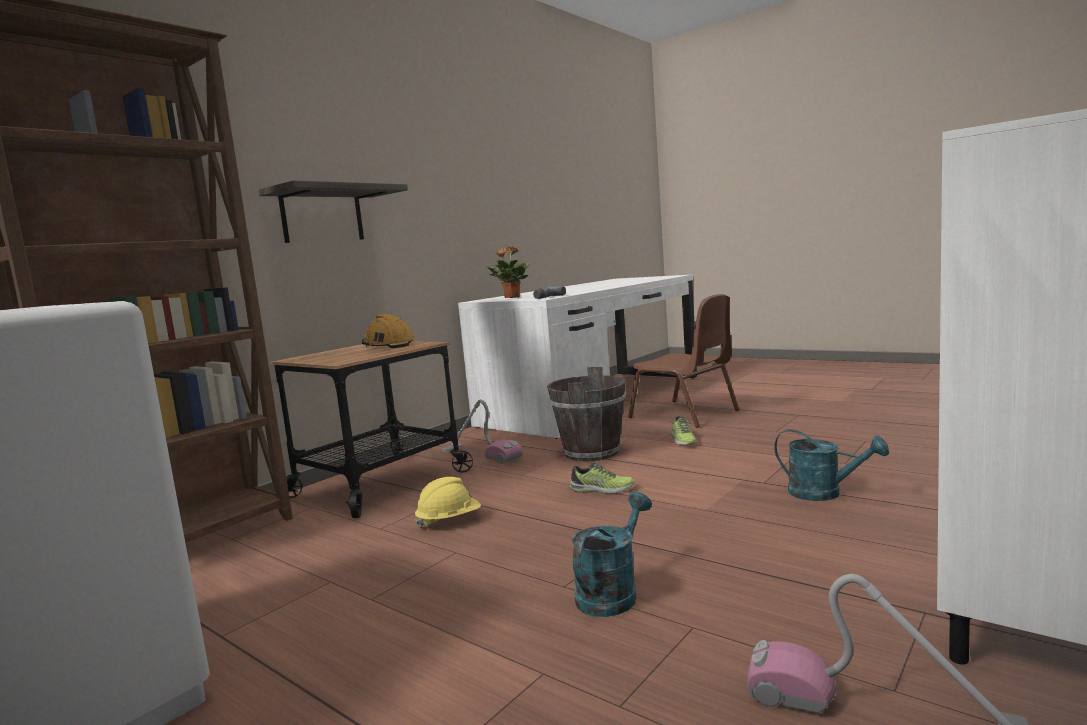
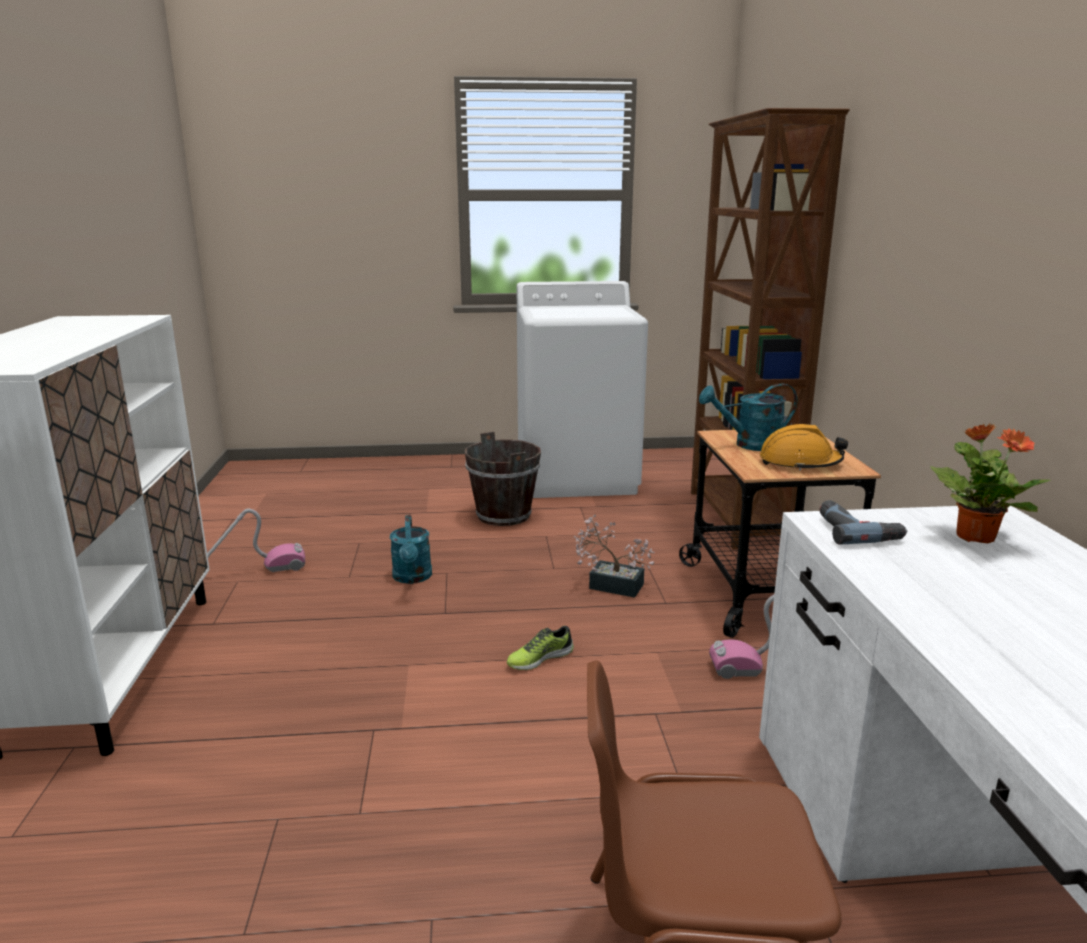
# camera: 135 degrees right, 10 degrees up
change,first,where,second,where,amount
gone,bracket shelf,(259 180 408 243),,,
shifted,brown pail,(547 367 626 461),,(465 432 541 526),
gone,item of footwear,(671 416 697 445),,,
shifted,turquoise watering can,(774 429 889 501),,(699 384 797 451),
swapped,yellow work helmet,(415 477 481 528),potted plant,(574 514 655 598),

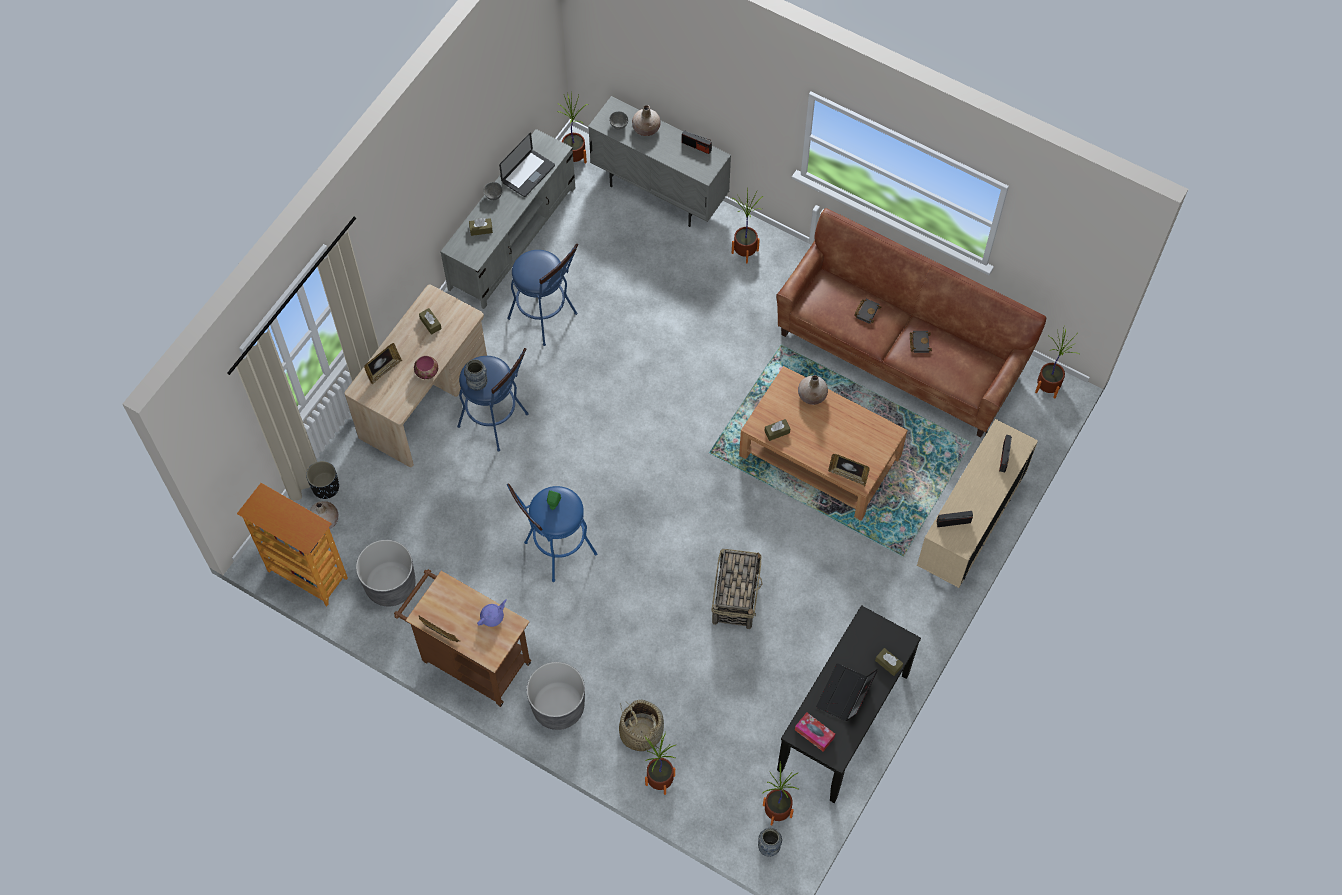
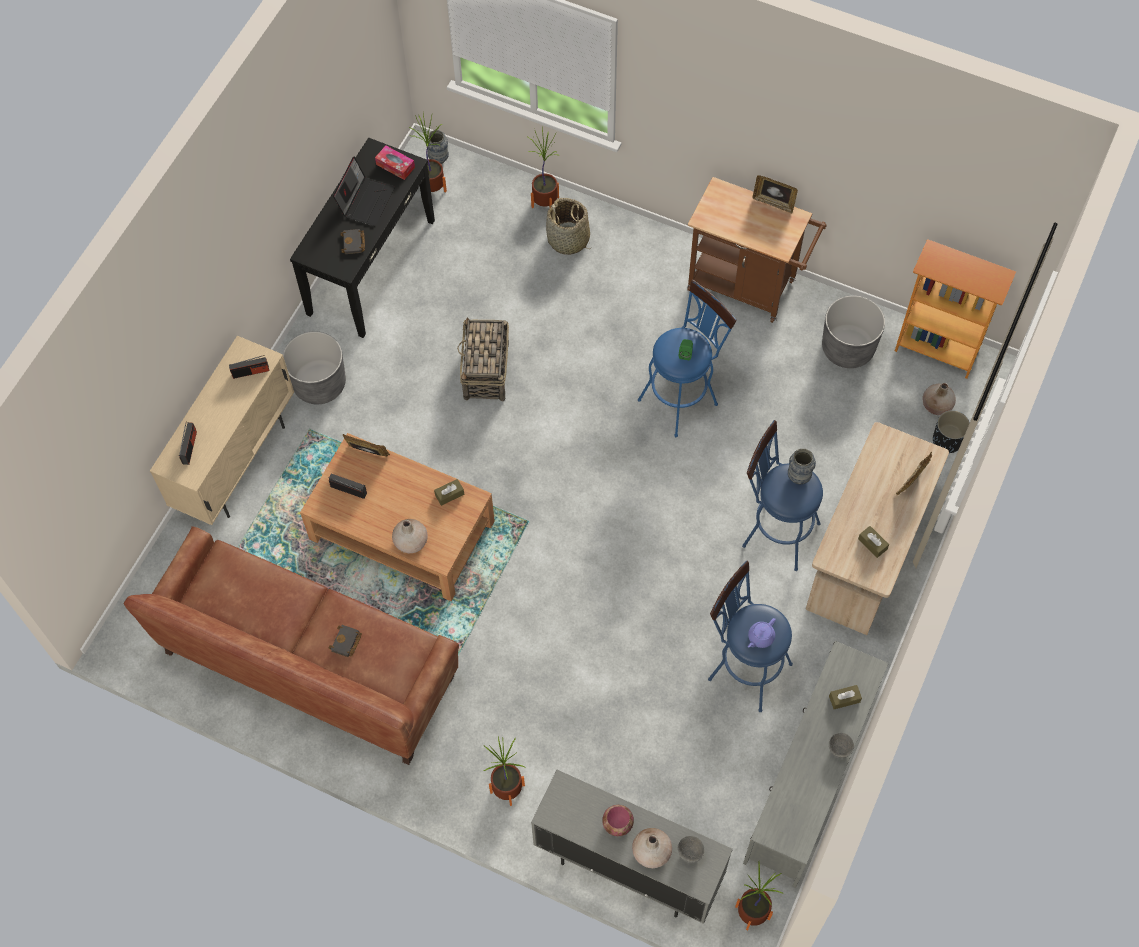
# camera: 175 degrees right, 0 degrees up
change,first,where,second,where,amount
shifted,radio receiver,(682 131 712 154),,(329 473 367 499),
gone,laptop,(499 133 555 197),,,
gone,potted plant,(1035 328 1079 399),,,
shifted,black book,(910 331 932 353),,(340 229 365 254),
shifted,bowl,(414 356 438 379),,(602 805 634 836),
shifted,purplish tea pot,(477 599 507 627),,(748 618 776 648),
gone,brown tissue box,(875 648 903 676),,,
shifted,grey planter,(527 662 585 730),,(283 331 346 404),

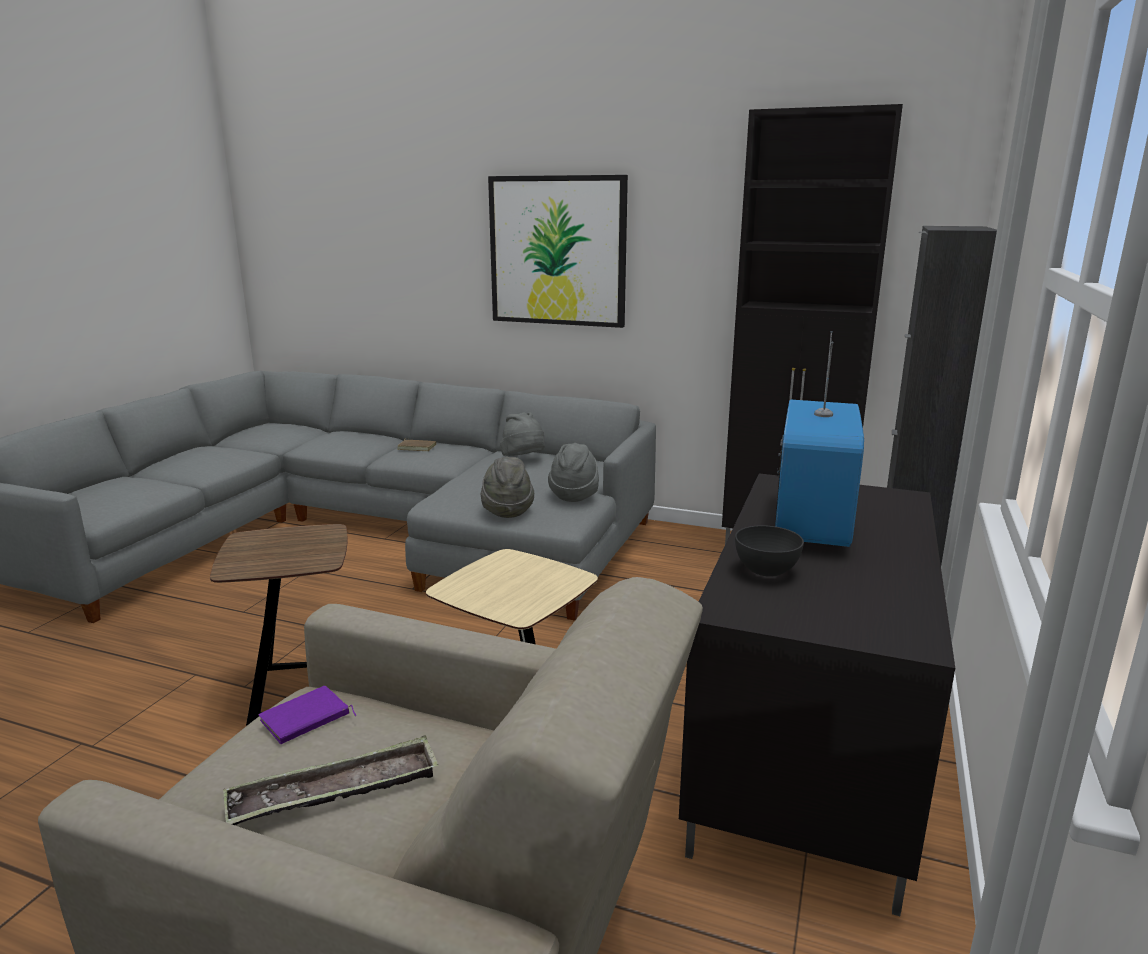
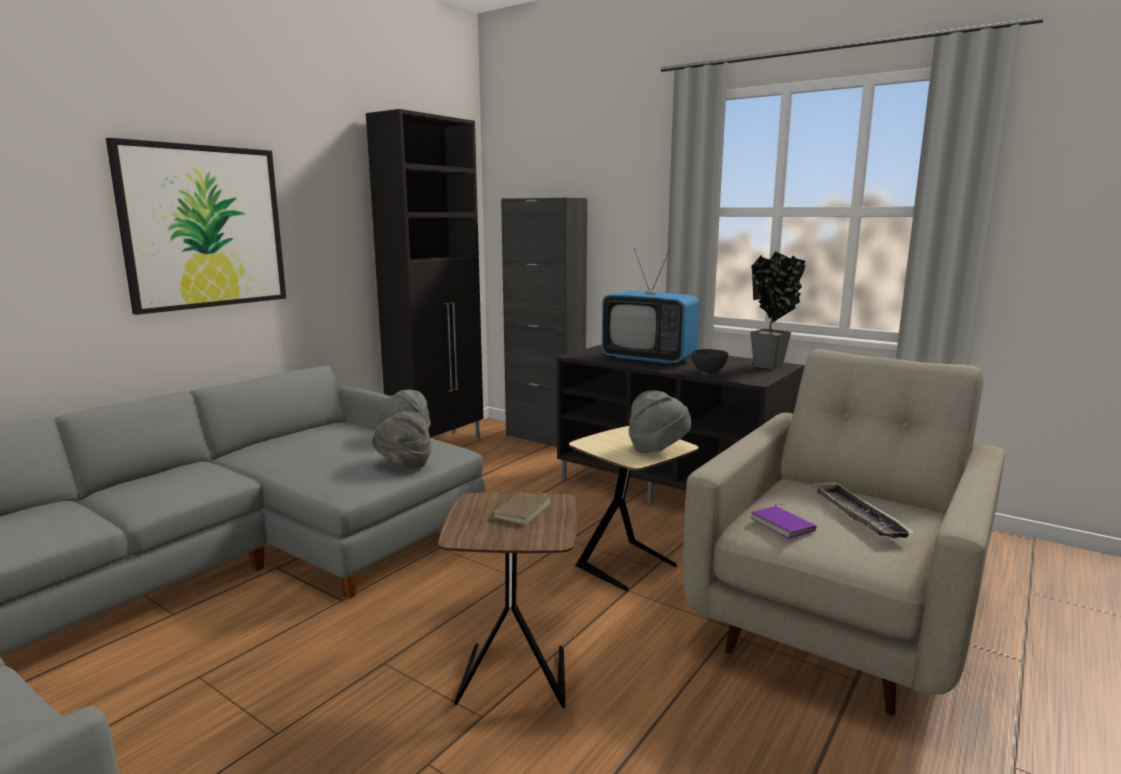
# camera: 75 degrees left, 5 degrees down
change,first,where,second,where,amount
shifted,grey hat,(500 412 545 456),,(629 390 691 453),
shifted,brown book,(397 438 436 451),,(482 492 551 525),
new,,,potted plant,(750 251 806 370),

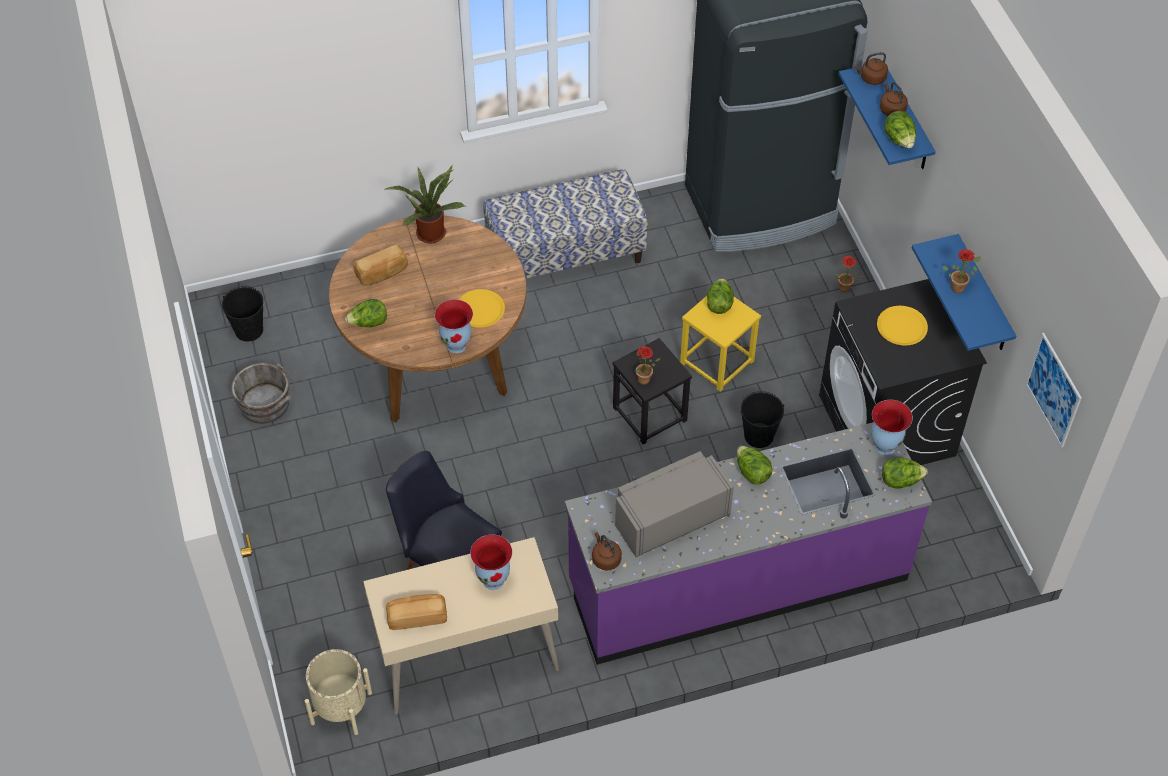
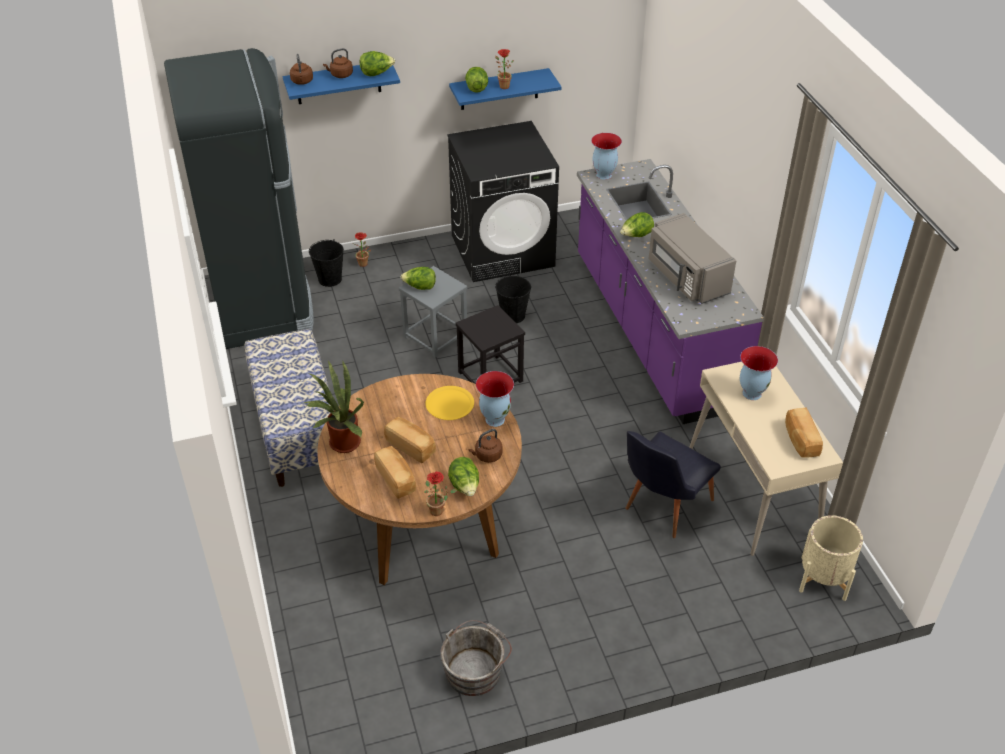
# camera: 90 degrees left, 10 degrees down
change,first,where,second,where,amount
shifted,black pail,(222 286 263 341),,(309 239 344 287),
repainted,yellow stool seat,(680 296 761 392),grey stool seat,(399 266 467 358),
gone,yellow flat dish,(877 306 928 345),,,
gone,picture,(1025 333 1082 448),,,
shifted,potted plant,(635 346 660 385),,(424 472 457 516),
shifted,lettuce head,(882 458 928 488),,(465 67 488 93),
shifted,brown water kettle,(592 532 622 571),,(469 429 503 463),
new,,,baked bread,(384 417 436 463),

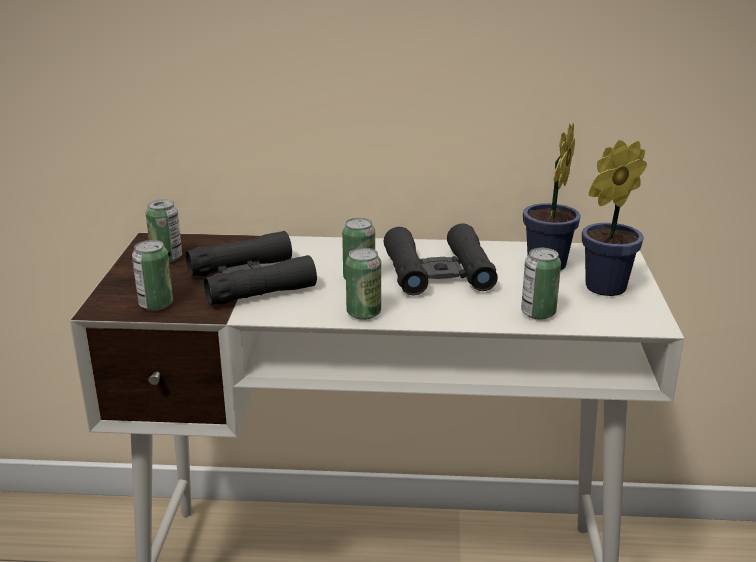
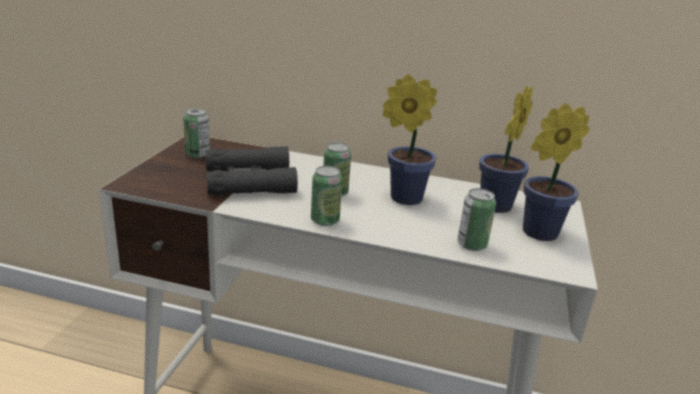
# camera: 10 degrees right, 0 degrees up
change,first,where,second,where,amount
swapped,black binoculars,(384 223 498 295),potted plant,(383 74 437 205),
gone,can,(132 240 173 311),,,

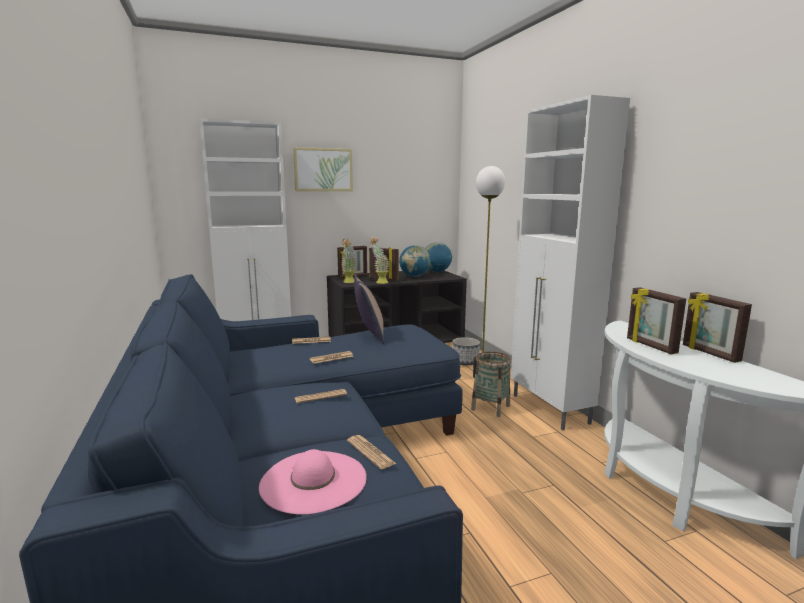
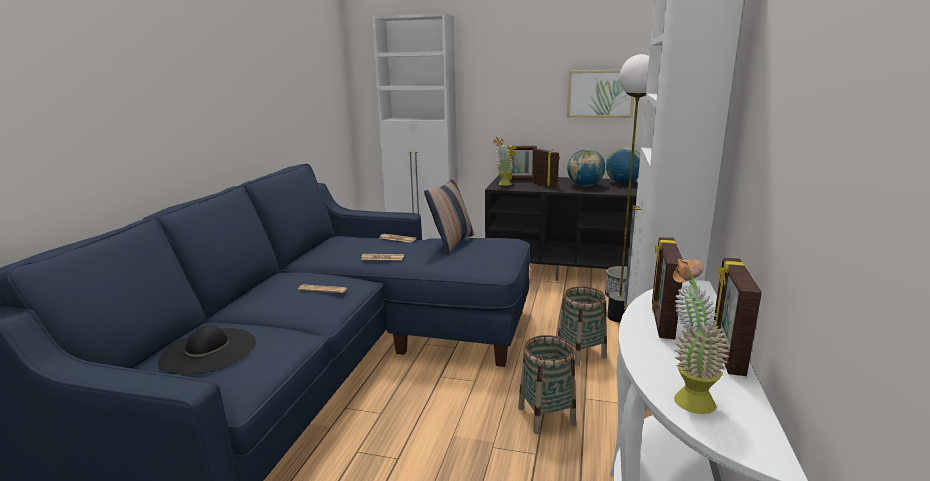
# camera: 35 degrees right, 5 degrees up
change,first,where,second,where,amount
shifted,picture,(293 147 353 191),,(567 70 634 118),
shifted,potted plant,(370 237 389 284),,(673 259 730 414),
gone,daily paper,(347 435 396 469),,,
repainted,pink hat,(259 449 367 515),black hat,(158 325 256 374),
new,,,basket,(518 335 576 434),

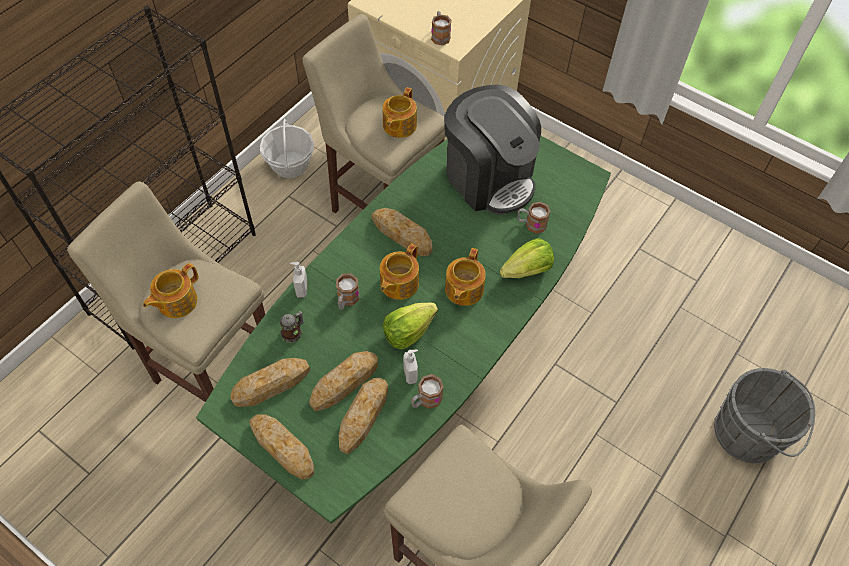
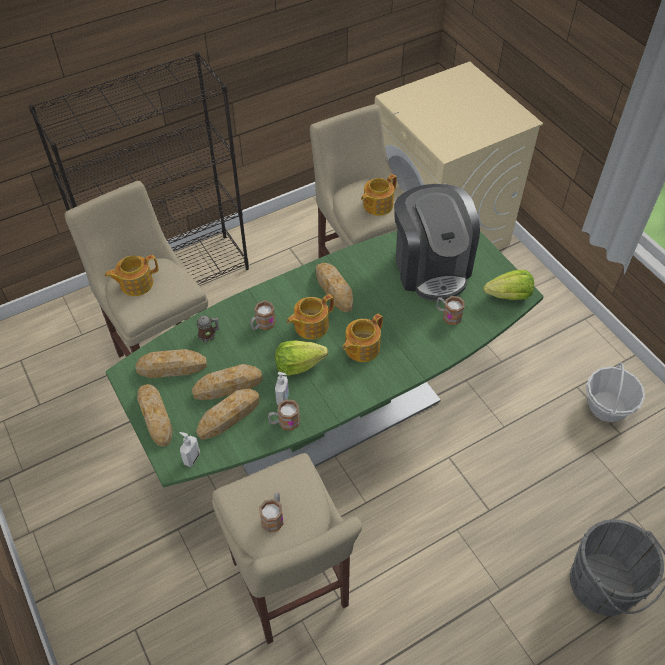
# camera: 25 degrees right, 5 degrees down
change,first,where,second,where,amount
shifted,tea mug,(431 11 452 46),,(259 492 284 532),
shifted,basket,(260 119 314 178),,(586 363 645 422),
shifted,lettuce head,(500 238 554 278),,(483 270 534 300),
shifted,soap bottle,(290 262 308 298),,(179 432 200 467),

